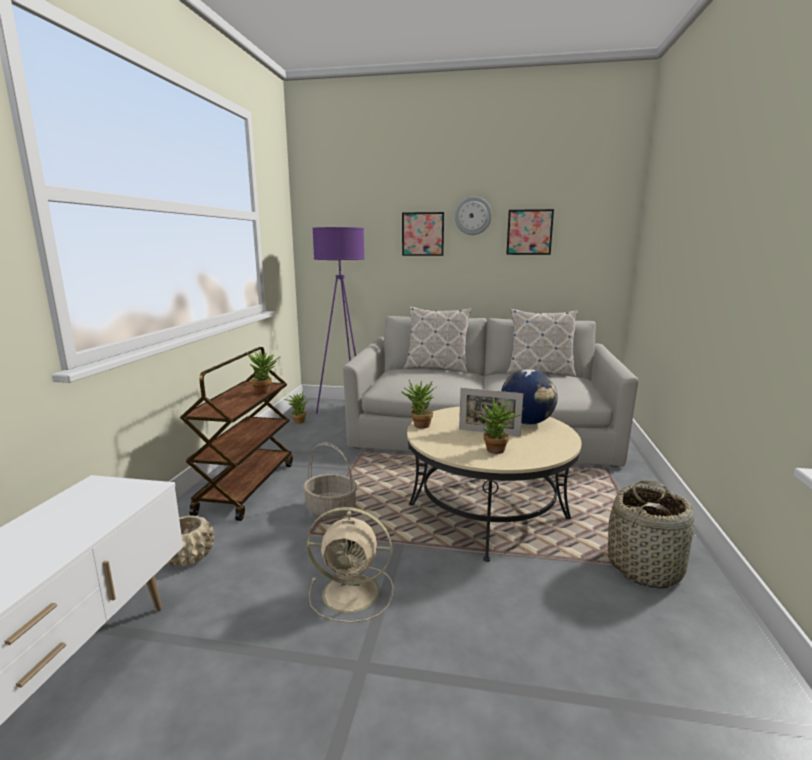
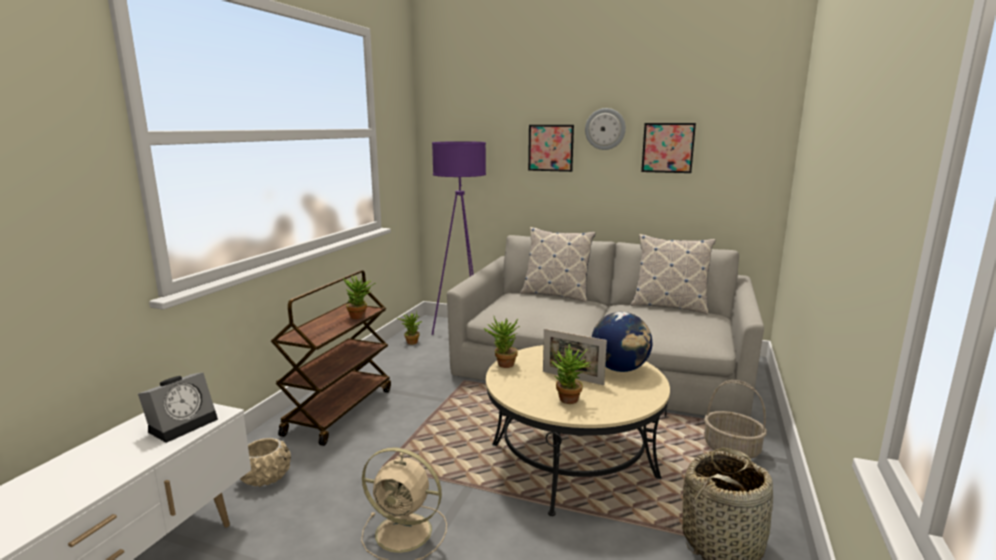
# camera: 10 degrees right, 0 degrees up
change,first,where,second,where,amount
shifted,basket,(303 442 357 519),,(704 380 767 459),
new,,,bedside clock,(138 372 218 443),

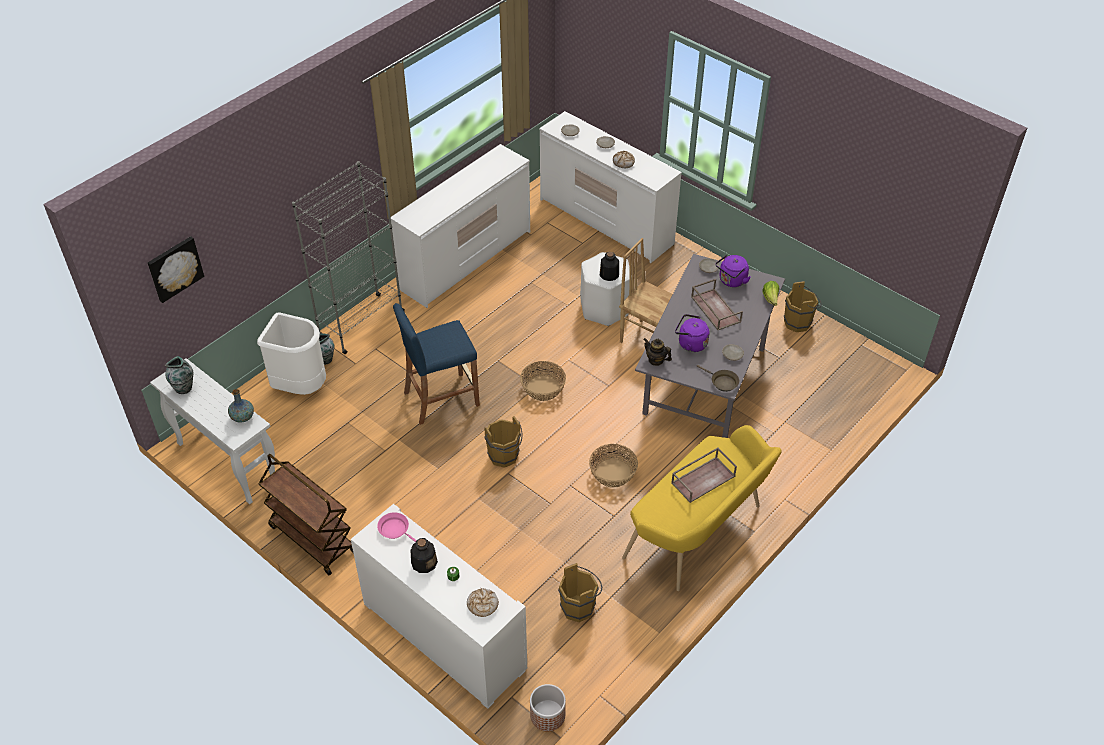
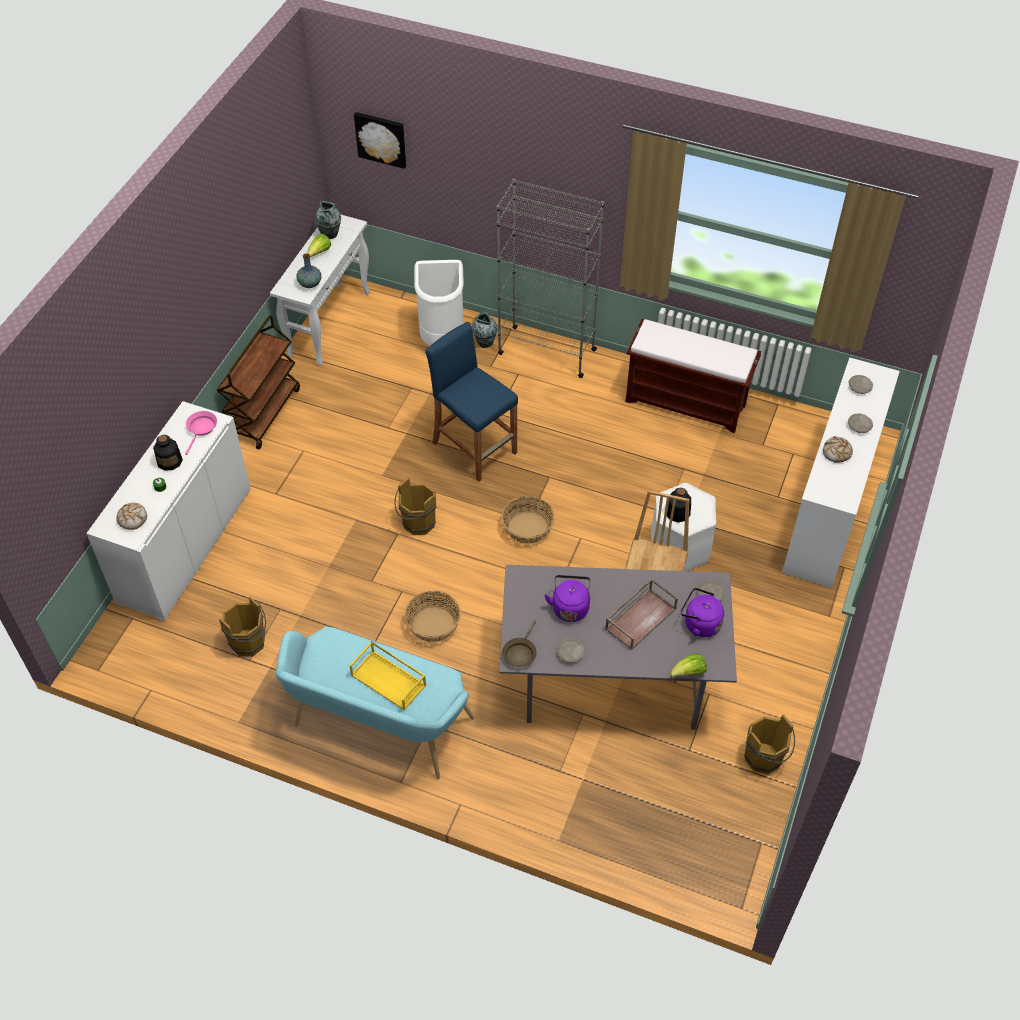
# camera: 70 degrees right, 5 degrees up
change,first,where,second,where,amount
swapped,whitish dresser,(391 144 530 308),brown bench,(625 319 761 433),
gone,tea pot,(643 338 672 366),,,
repainted,yellow bench,(622 425 782 591),turquoise bench,(275 626 474 779),
repainted,brown tray,(671 447 737 503),yellow tray,(349 641 426 710),
gone,planter,(530 684 566 731),,,
new,,,lettuce head,(308 234 332 257),

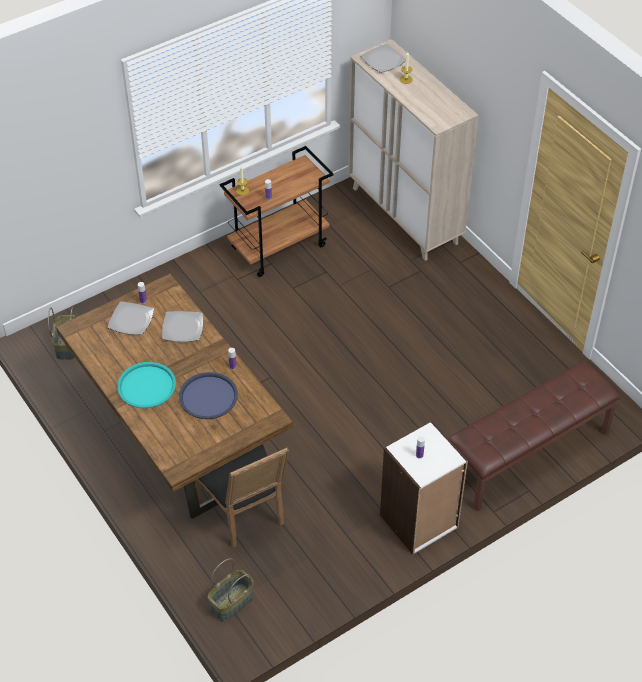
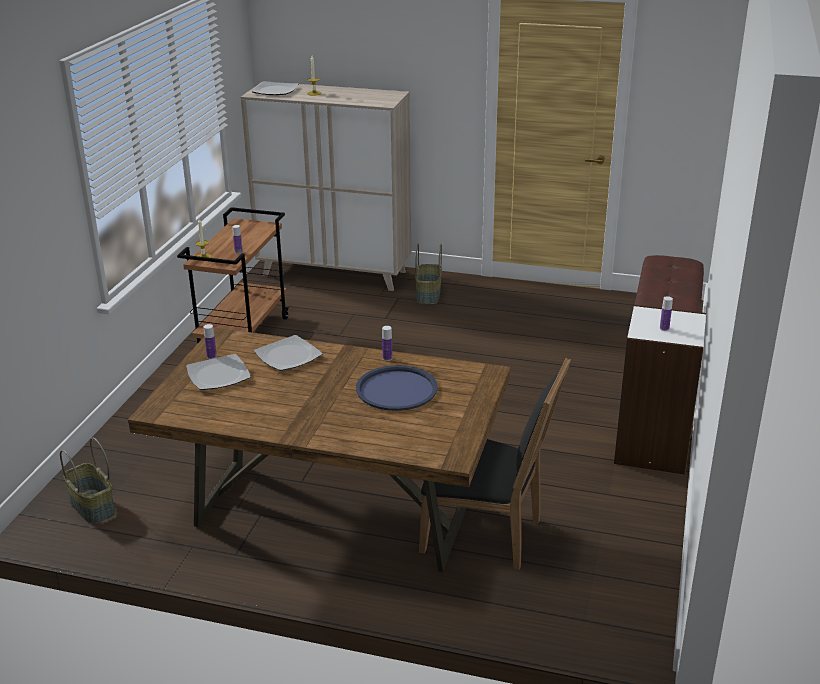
# camera: 40 degrees left, 20 degrees down
change,first,where,second,where,amount
gone,turquoise tray,(117 362 176 408),,,
shifted,basket,(208 558 254 621),,(415 243 442 304),

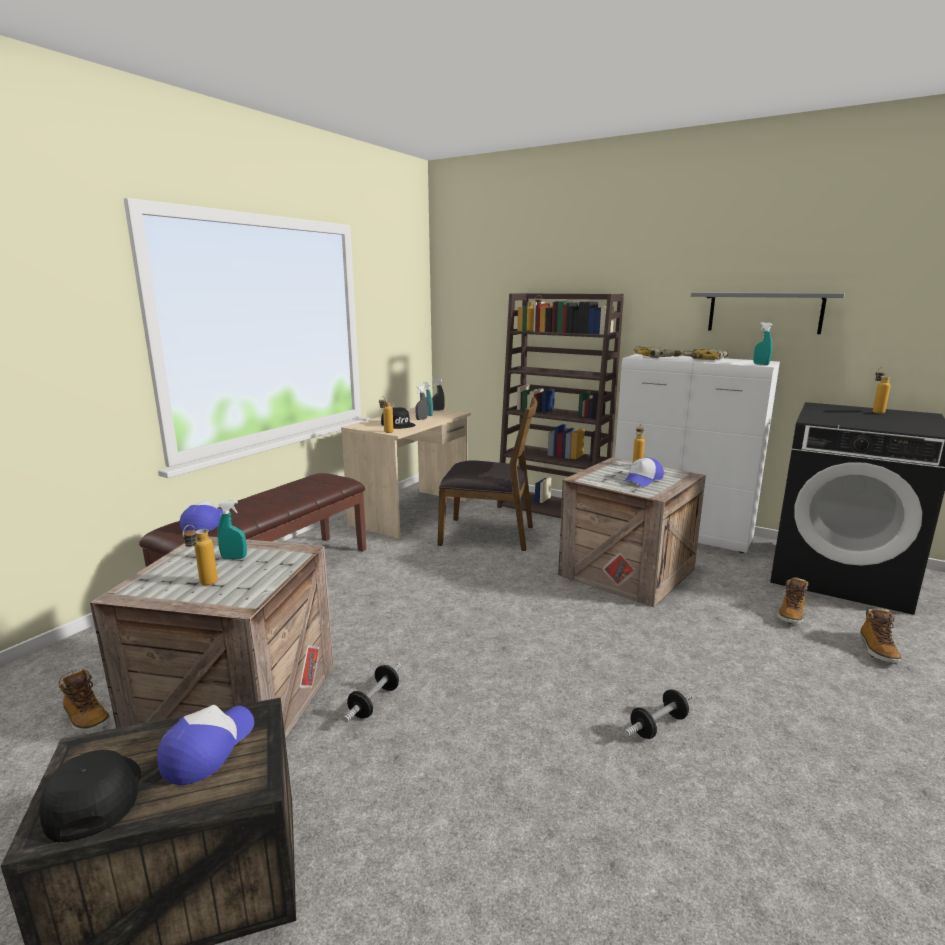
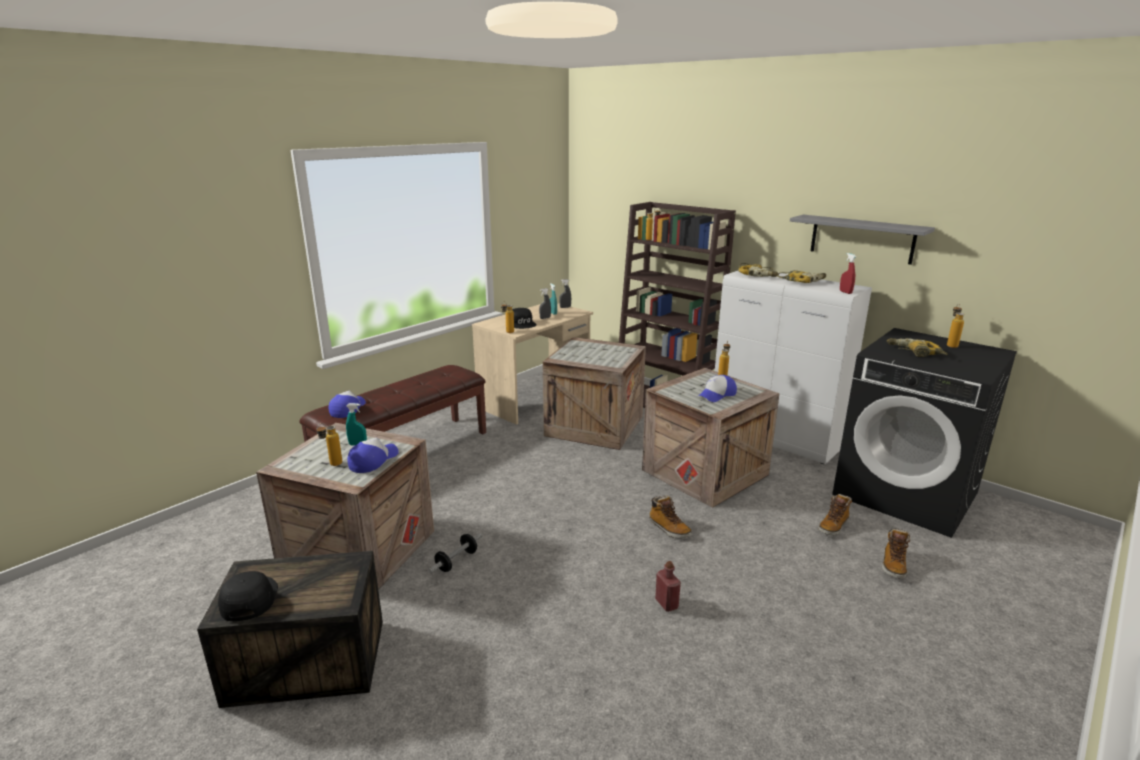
# camera: 10 degrees right, 5 degrees up
change,first,where,second,where,amount
repainted,turquoise spray bottle,(753 322 772 365),red-coloured spray bottle,(840 253 856 294),
swapped,brown upright chair,(437 397 538 551),shipping crate,(543 337 646 450),
shifted,boot,(59 668 110 734),,(649 496 692 538),
swapped,hand weight,(624 689 693 739),red-coloured bottle,(655 561 681 612),
shifted,cap,(157 705 254 785),,(347 438 399 473),
new,,,power drill,(887 338 948 357),

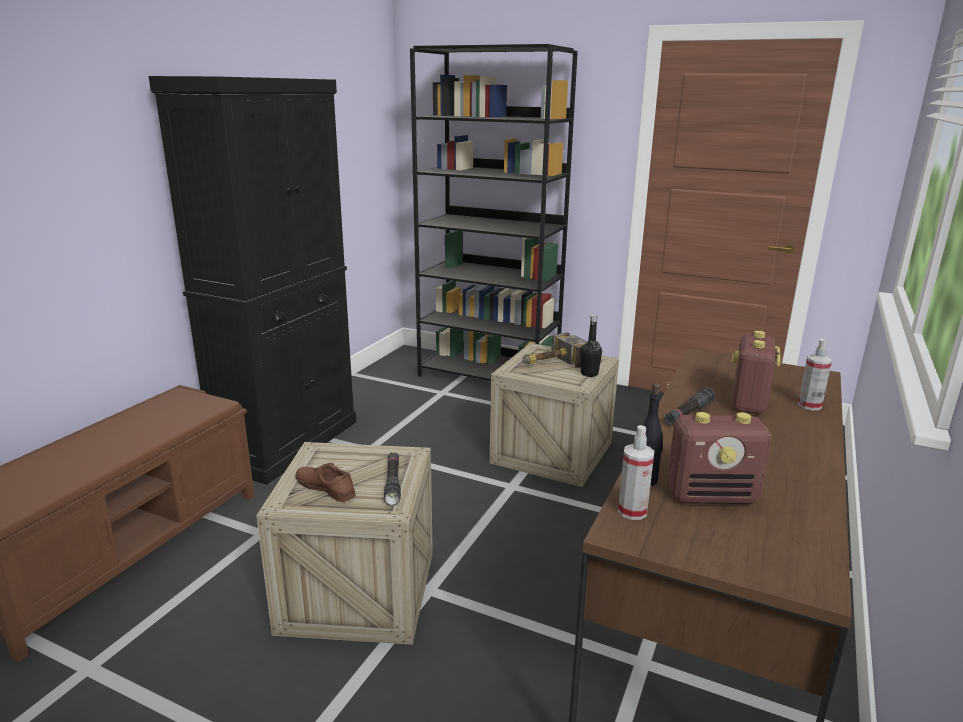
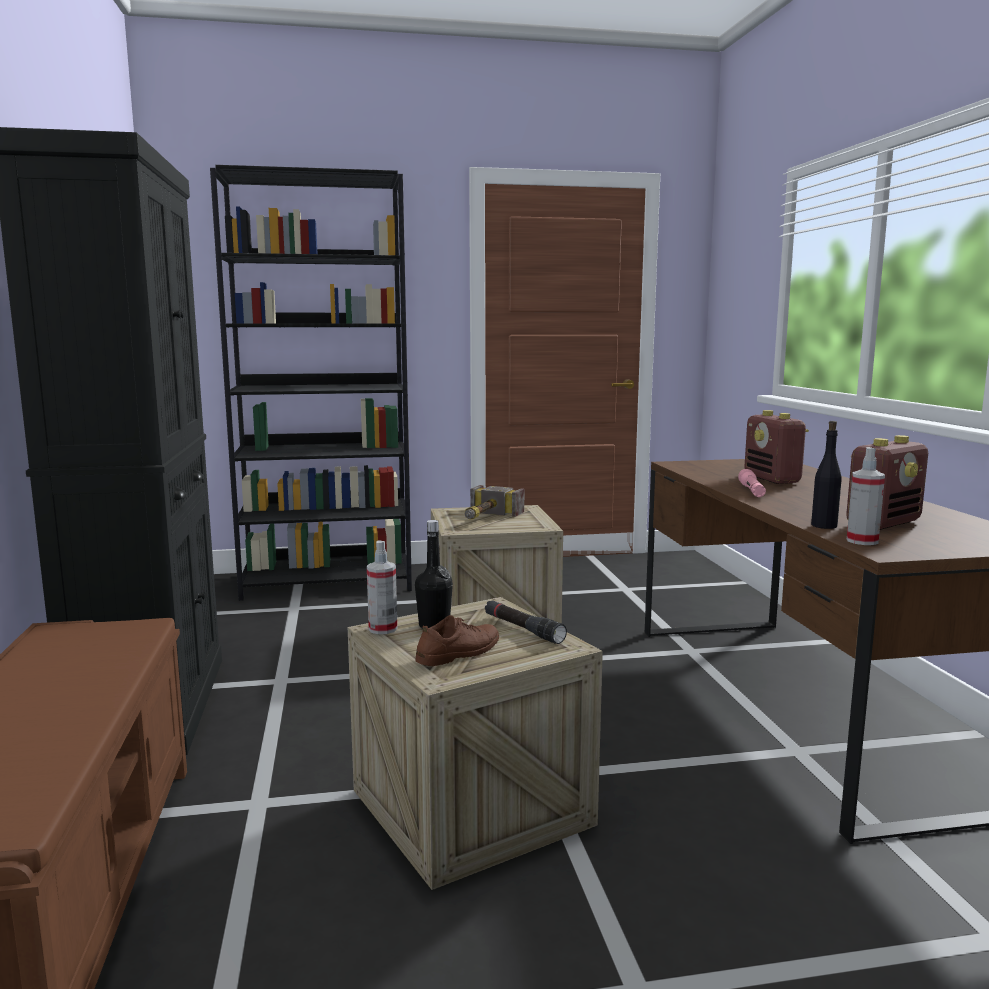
# camera: 35 degrees left, 10 degrees down
change,first,where,second,where,amount
shifted,black bottle,(580 315 602 377),,(415 520 453 629),
shifted,spray bottle,(798 339 832 410),,(367 540 397 634),
repainted,black flashlight,(664 387 715 425),pink flashlight,(738 469 766 497),
rotated,brown item of footwear,(296 463 356 502),,(416 615 499 666),135 degrees clockwise

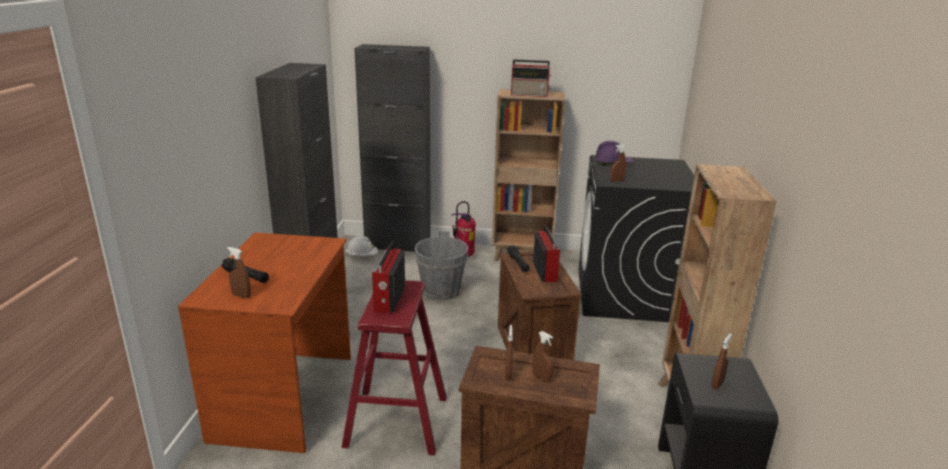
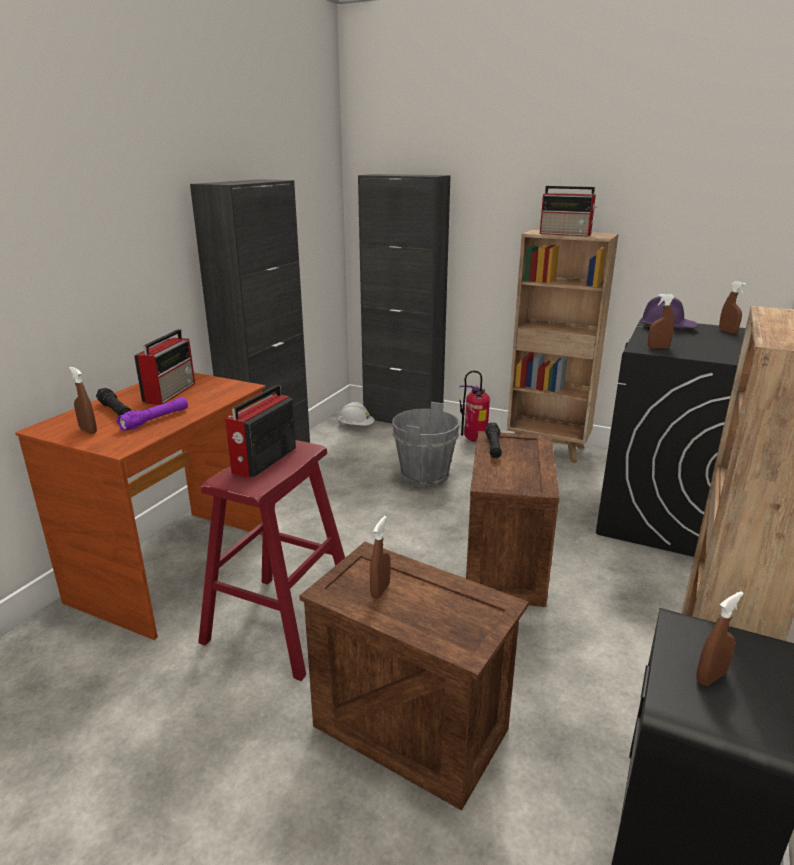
# camera: 20 degrees right, 0 degrees up
change,first,where,second,where,amount
shifted,radio receiver,(533 225 560 282),,(134 329 195 405),
shifted,brown spray bottle,(533 331 553 383),,(719 281 746 334),
new,,,purplish flashlight,(116 397 188 431),

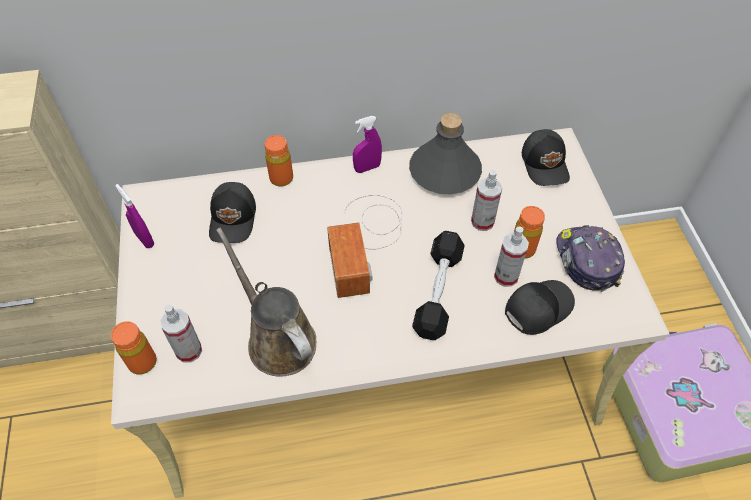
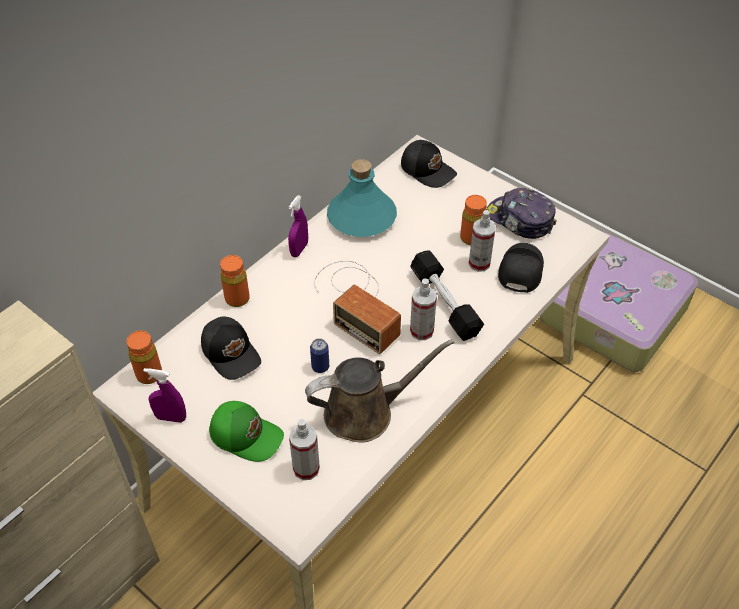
# camera: 40 degrees left, 5 degrees down
change,first,where,second,where,amount
repainted,grey bottle,(409 113 482 194),turquoise bottle,(327 159 397 237),
shifted,spray bottle,(471 170 503 231),,(410 279 437 340),
rotated,brown watering can,(216 227 316 377),,(305 339 454 442),150 degrees clockwise
shifted,orangey bottle,(111 321 157 375),,(127 330 162 384),
new,,,can,(310 338 329 373),
new,,,greenish cap,(209 401 284 462),

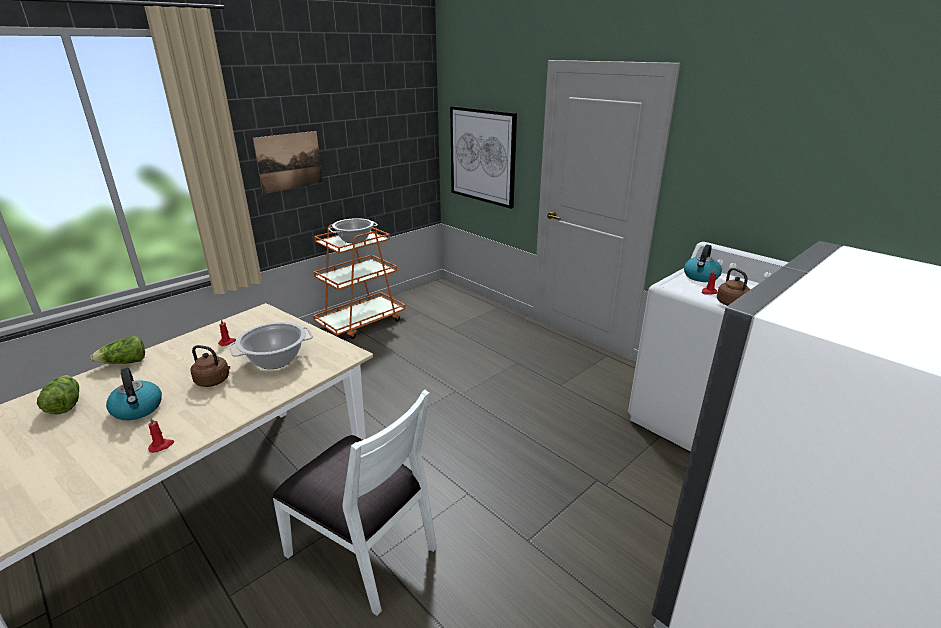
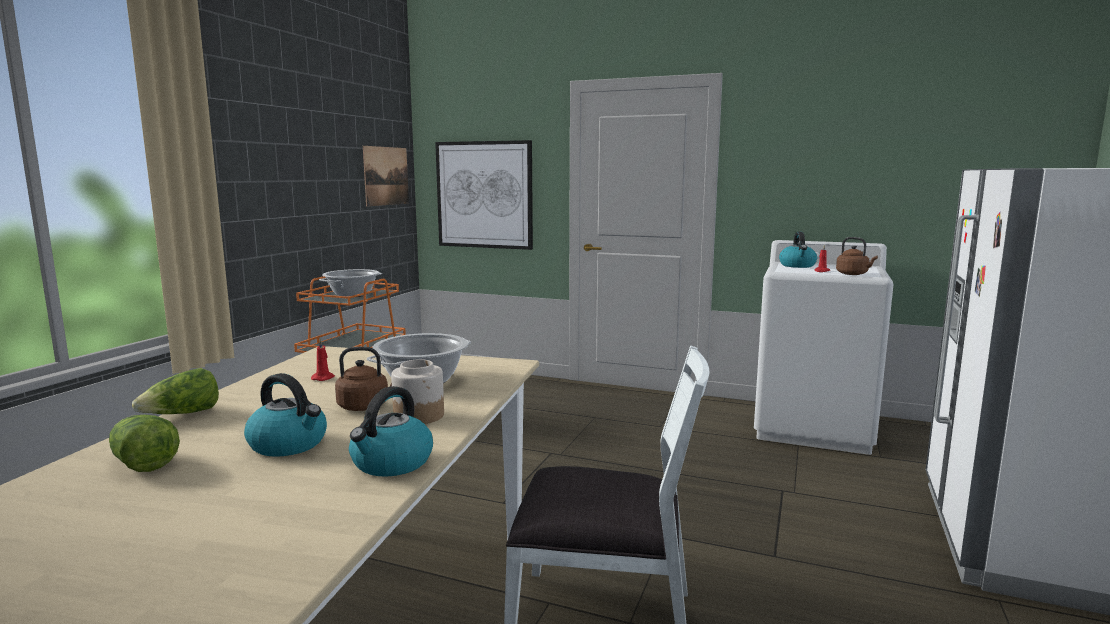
# camera: 25 degrees left, 15 degrees down
change,first,where,second,where,amount
shifted,picture,(253 131 323 194),,(363 146 409 206),
swapped,red-coloured wax candle,(148 417 174 453),water kettle,(349 386 433 476),
new,,,preserve jar,(391 359 444 424),

